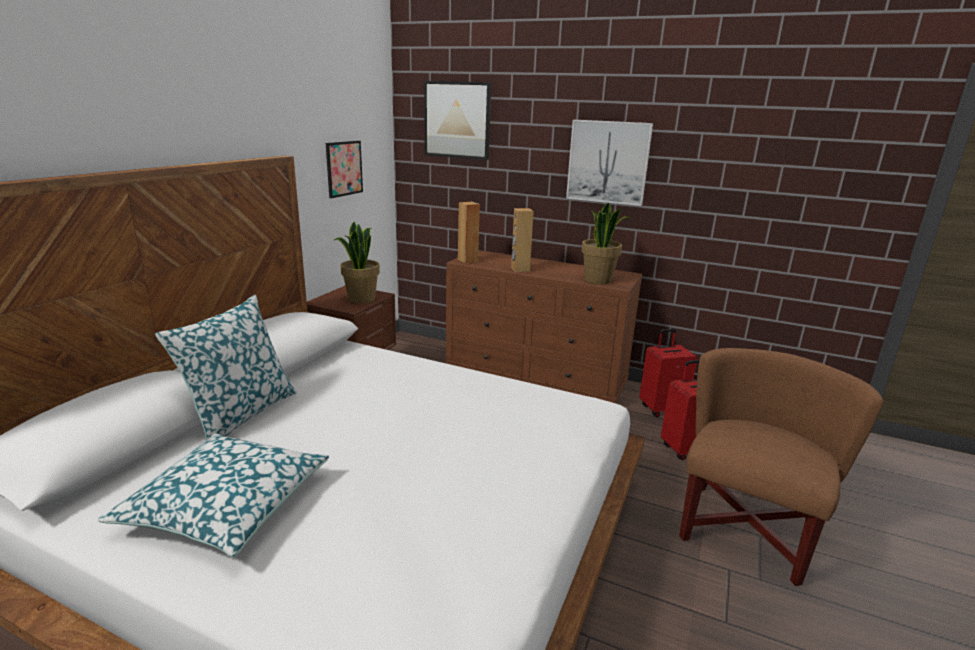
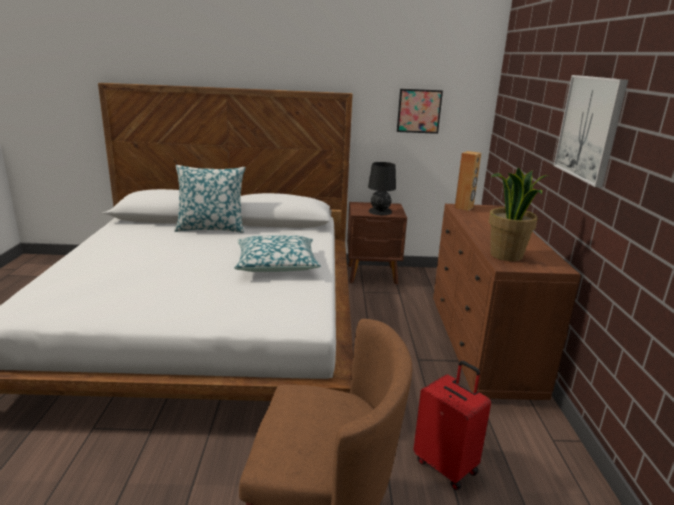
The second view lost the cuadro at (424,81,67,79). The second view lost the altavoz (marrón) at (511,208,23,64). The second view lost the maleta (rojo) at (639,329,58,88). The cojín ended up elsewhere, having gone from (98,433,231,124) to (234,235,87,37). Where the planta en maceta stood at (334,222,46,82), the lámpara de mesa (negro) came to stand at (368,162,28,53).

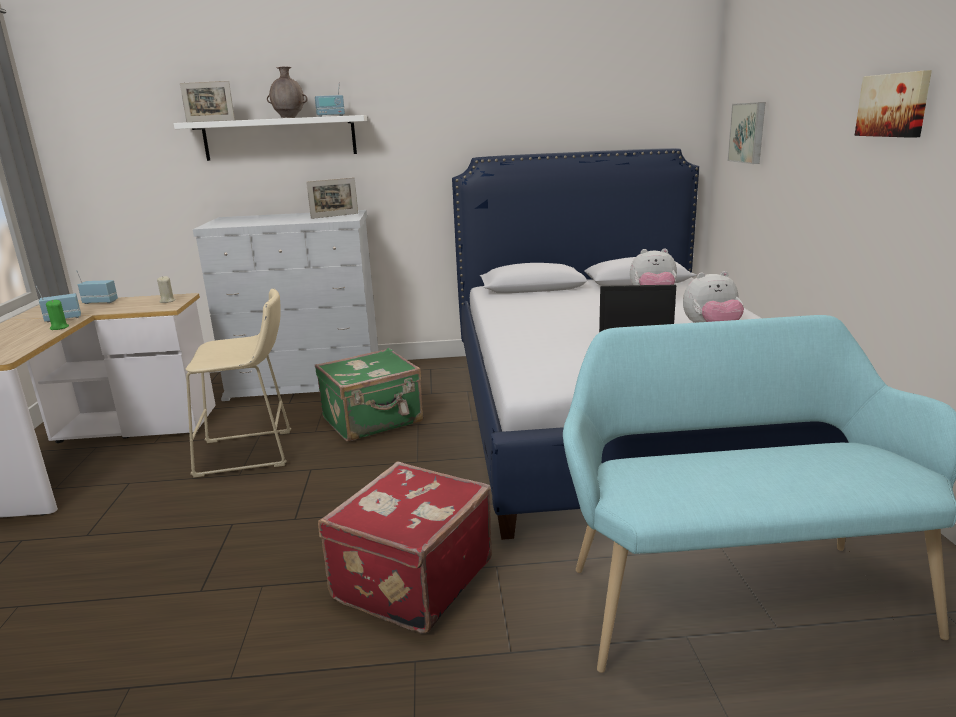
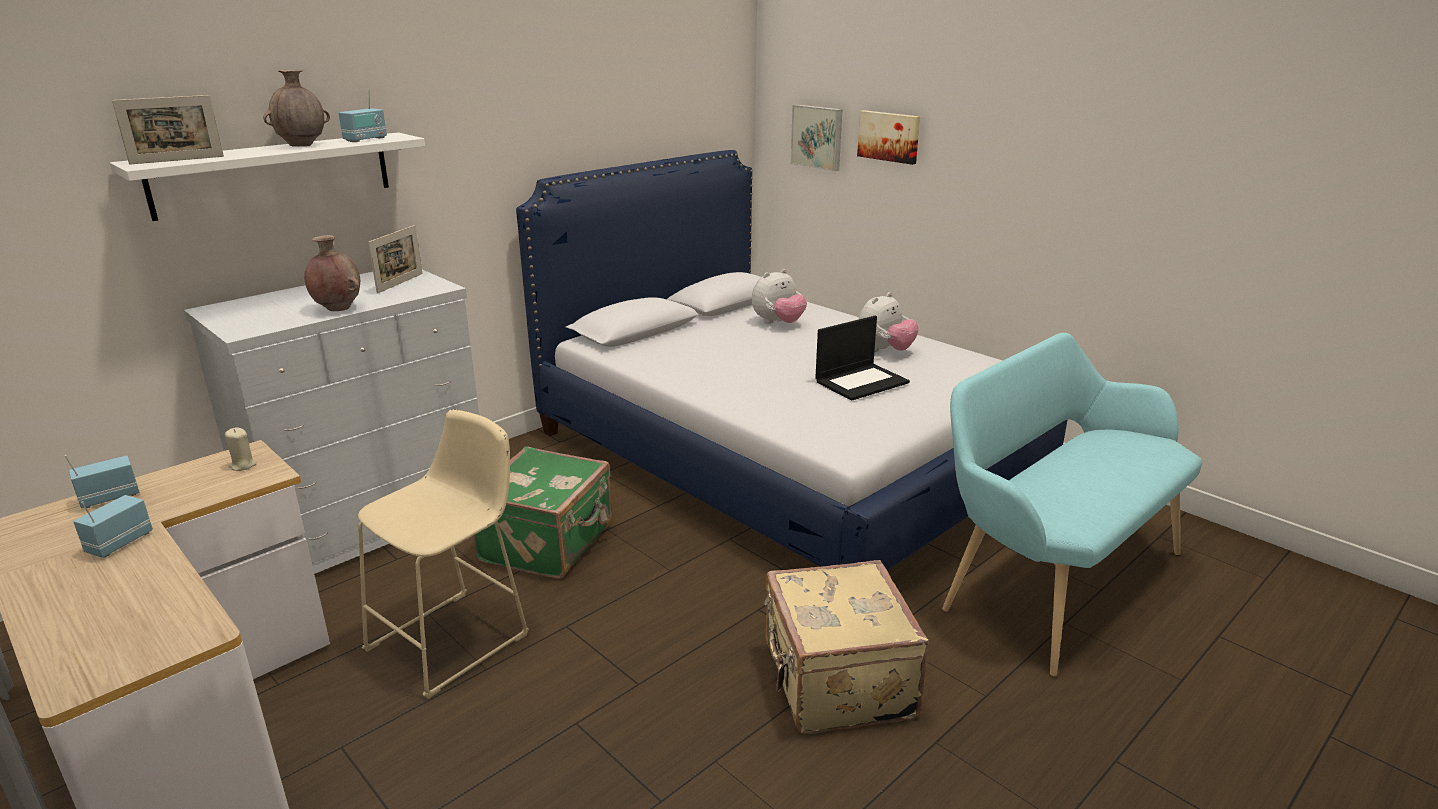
The second view lost the vela (verde) at (46,300,23,30). The second view gained the florero (marrón) at (304,235,56,76). The cuadro ended up elsewhere, having gone from (855,70,77,68) to (857,110,63,55). What was the maleta (rojo) at (318,462,174,172) turned into the maleta (beis) at (764,560,165,174).

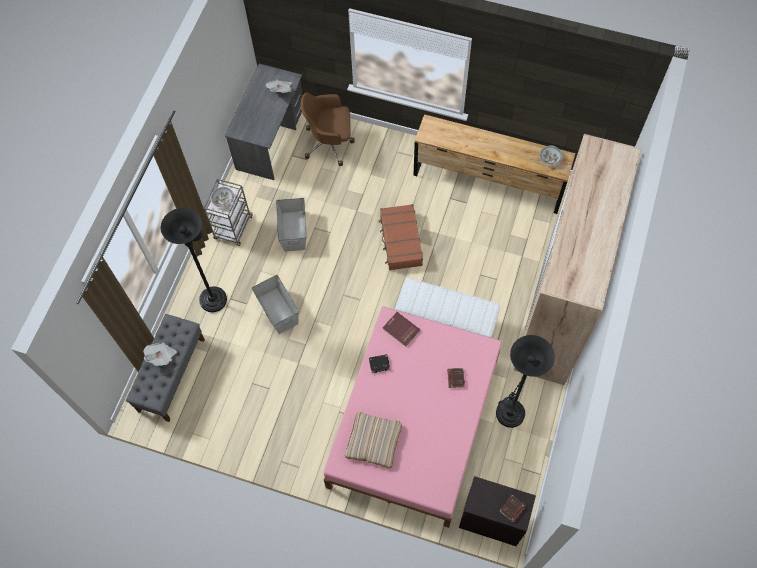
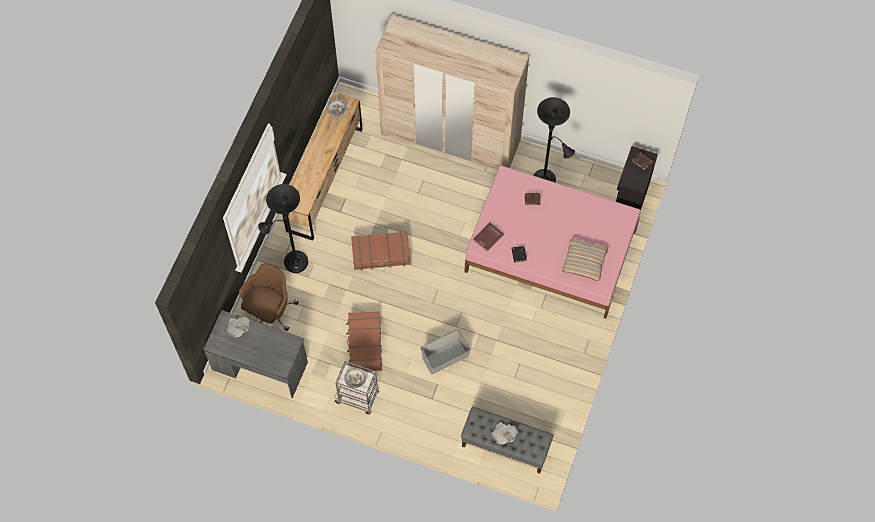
The second view lost the puf (blanco) at (395,278,105,60). The lámpara de pie (negro) ended up elsewhere, having gone from (161,208,66,104) to (258,184,50,89). Where the caja de almacenaje (gris) stood at (276,198,31,54), the maleta (marrón) came to stand at (346,311,36,60). The silla de oficina (marrón) at (300,92,55,74) ended up facing another way, 150 degrees counterclockwise from before.

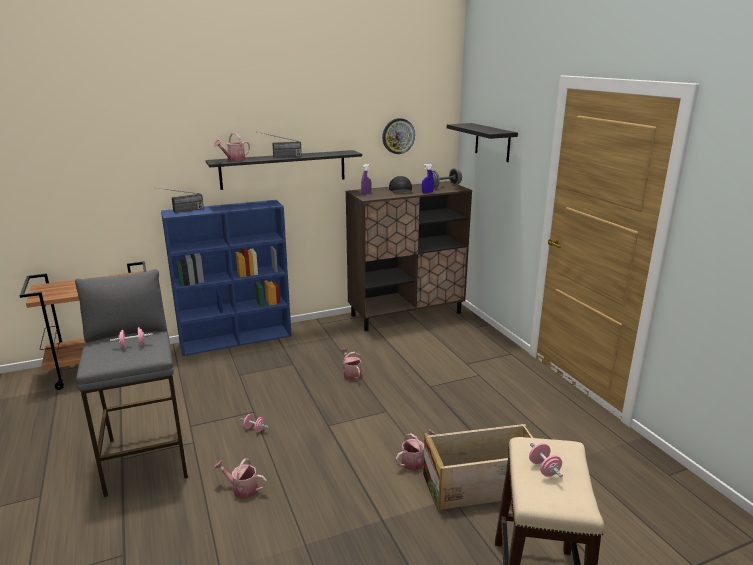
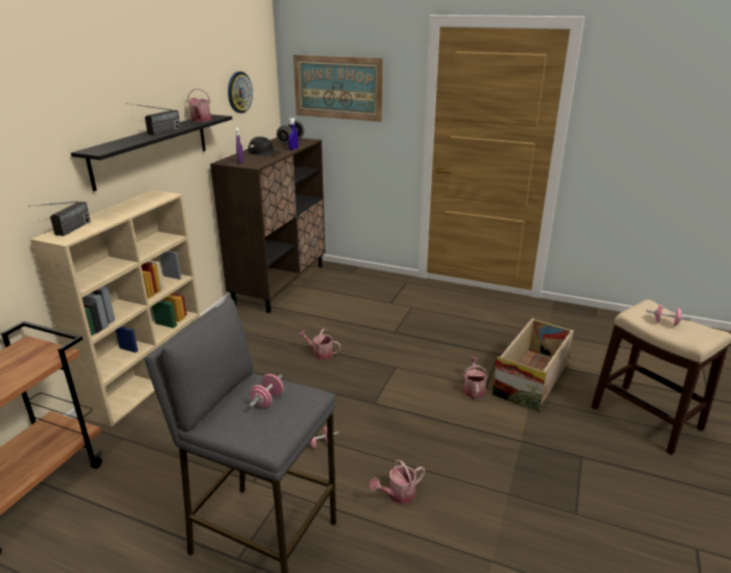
The regadera ended up elsewhere, having gone from (214,133,36,28) to (187,89,25,33). Where the estante (negro) hung at (447,123,71,39), the cuadro came to hang at (293,55,90,67). What was the estantería (azul) at (161,200,131,156) turned into the estantería (beis) at (30,190,170,237).

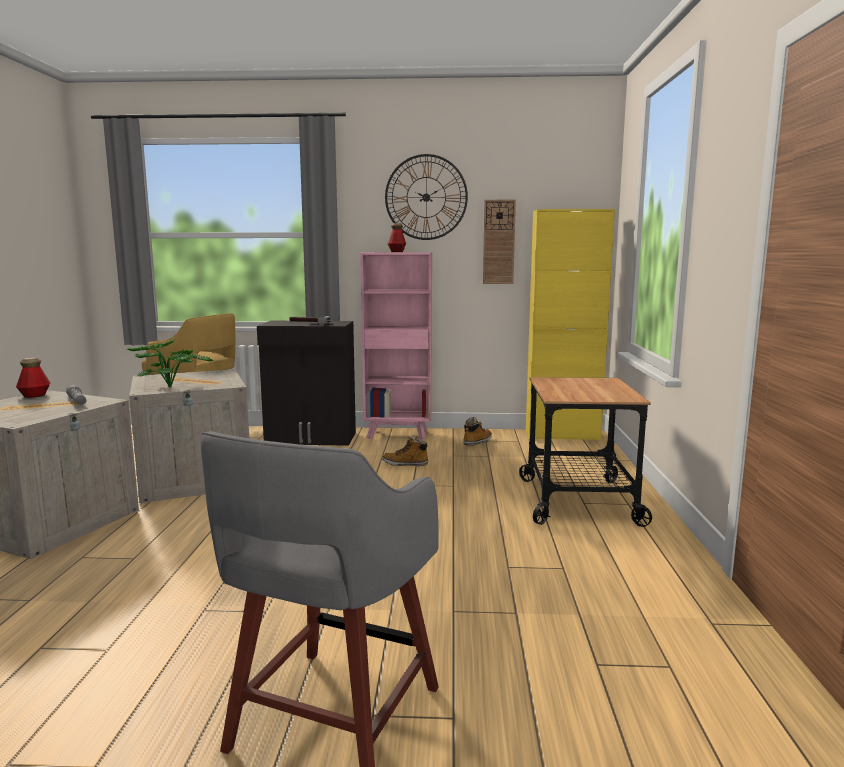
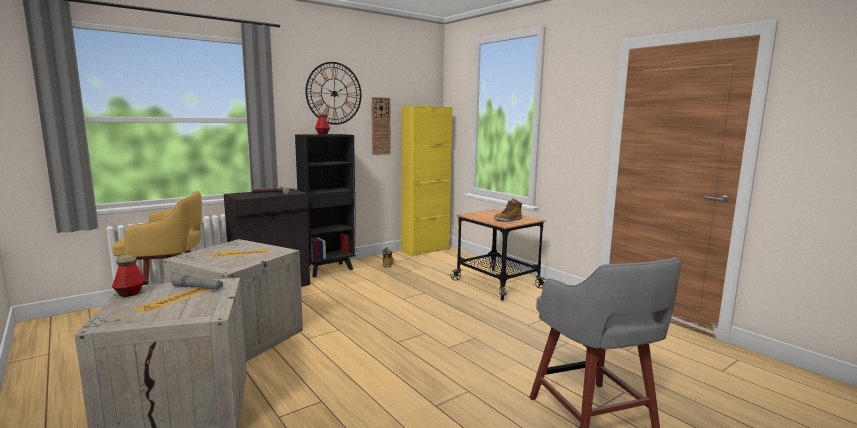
The second view lost the planta en maceta at (126,340,88,47). The bota ended up elsewhere, having gone from (382,435,47,31) to (494,198,28,24). What was the estantería (rosa) at (360,252,72,188) turned into the estantería (negro) at (295,134,61,143).

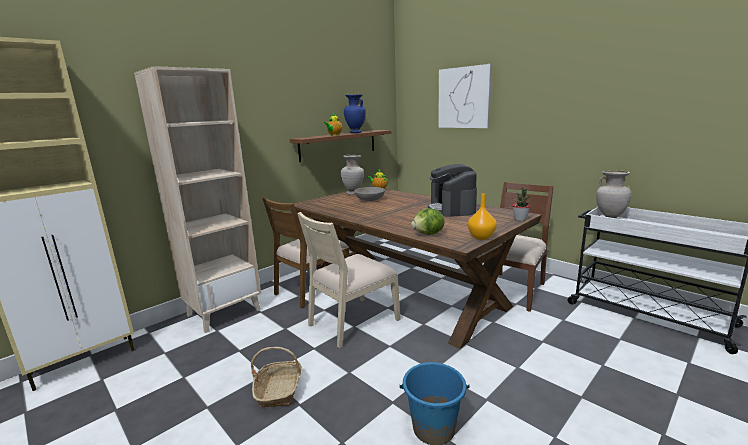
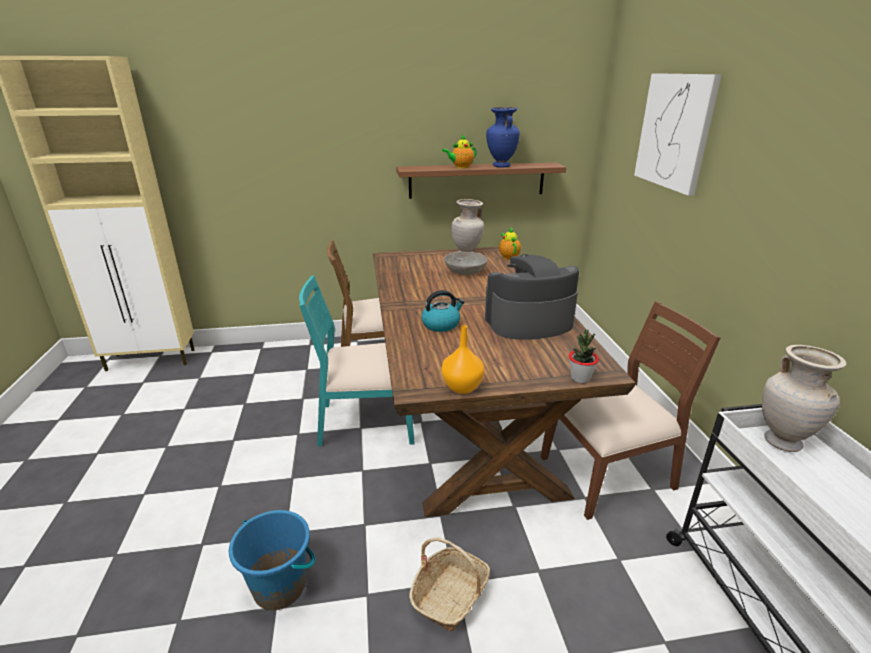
The second view lost the estantería (beis) at (134,66,127,267). The second view lost the lechuga at (411,208,33,27). The second view gained the hervidor at (421,290,43,42). The cesta ended up elsewhere, having gone from (251,347,50,60) to (409,537,81,95). What was the silla (beis) at (297,212,104,136) turned into the silla (turquesa) at (299,275,116,171). The cafetera at (428,164,49,53) ended up facing another way, 45 degrees clockwise from before.

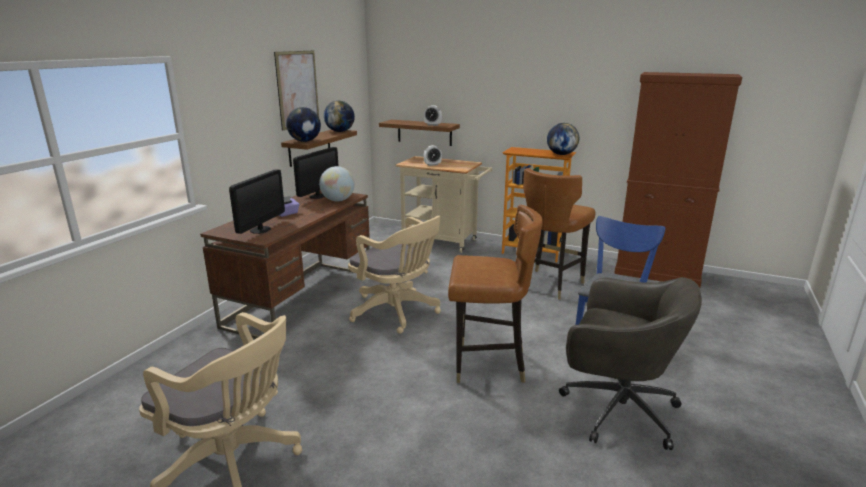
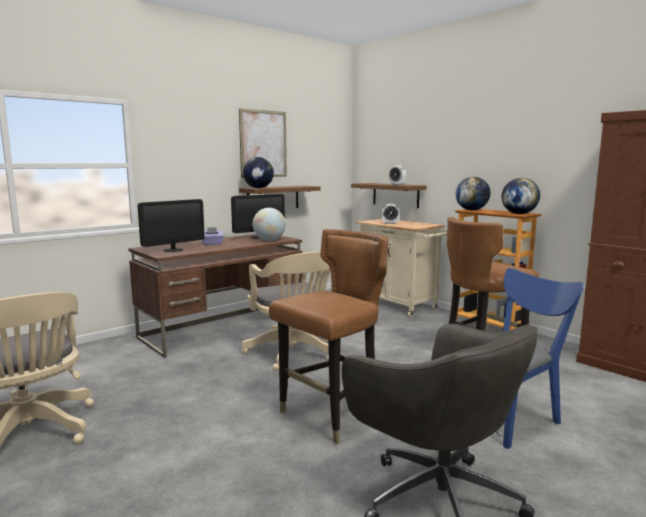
The globo terráqueo ended up elsewhere, having gone from (324,101,31,31) to (456,177,35,33). The silla (marrón) at (448,205,95,178) ended up facing another way, 75 degrees counterclockwise from before.

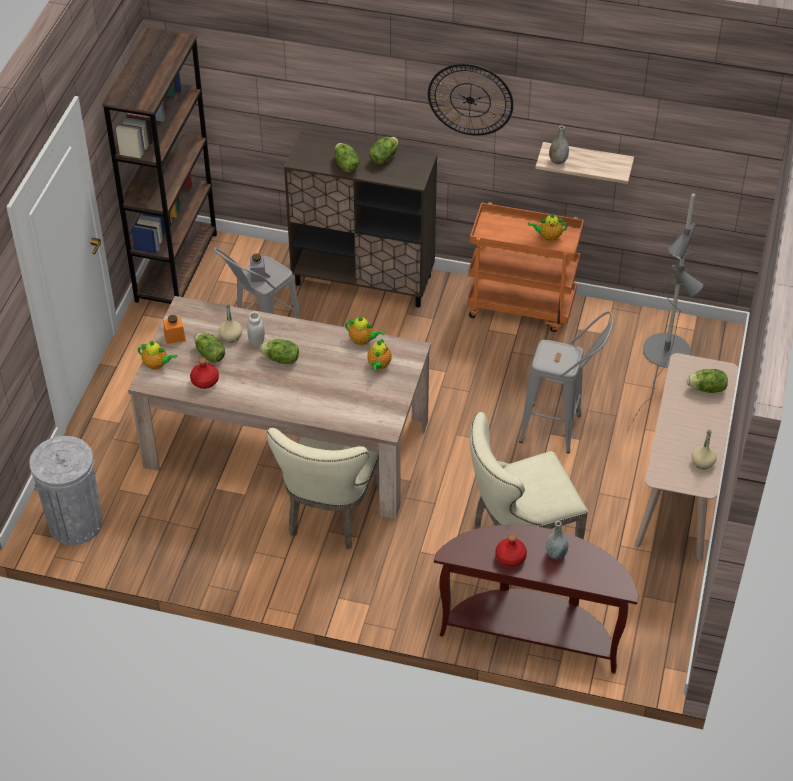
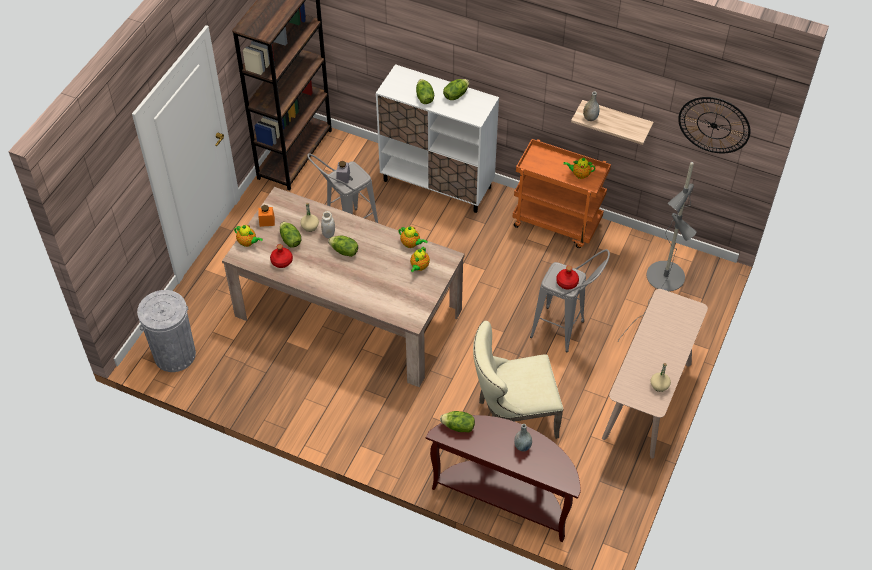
The second view lost the silla (beis) at (267,428,112,121). The reloj de pared ended up elsewhere, having gone from (428,64,85,72) to (678,97,72,57). The botella (rojo) ended up elsewhere, having gone from (496,534,31,33) to (556,266,23,24). The lechuga ended up elsewhere, having gone from (686,369,42,24) to (440,411,35,22). What was the armario (marrón) at (284,132,153,175) turned into the armario (blanco) at (376,64,123,149).

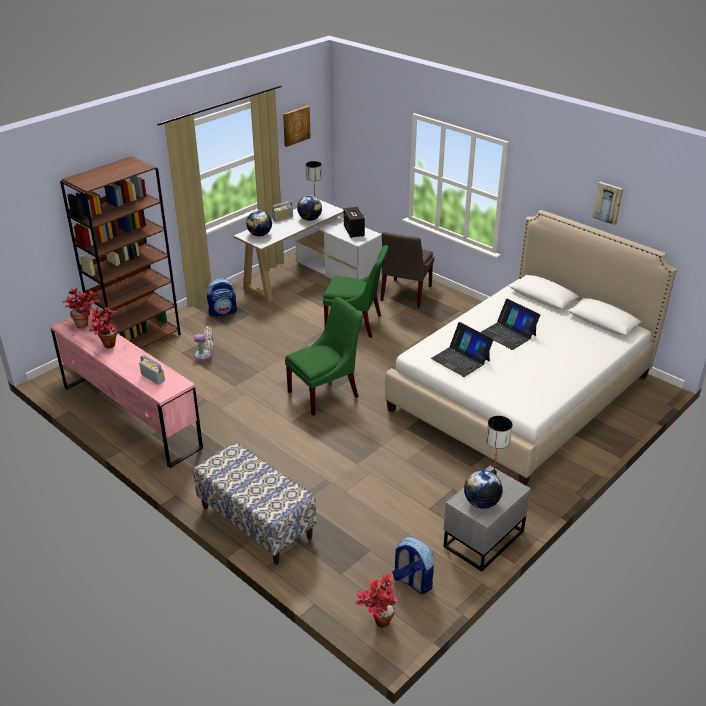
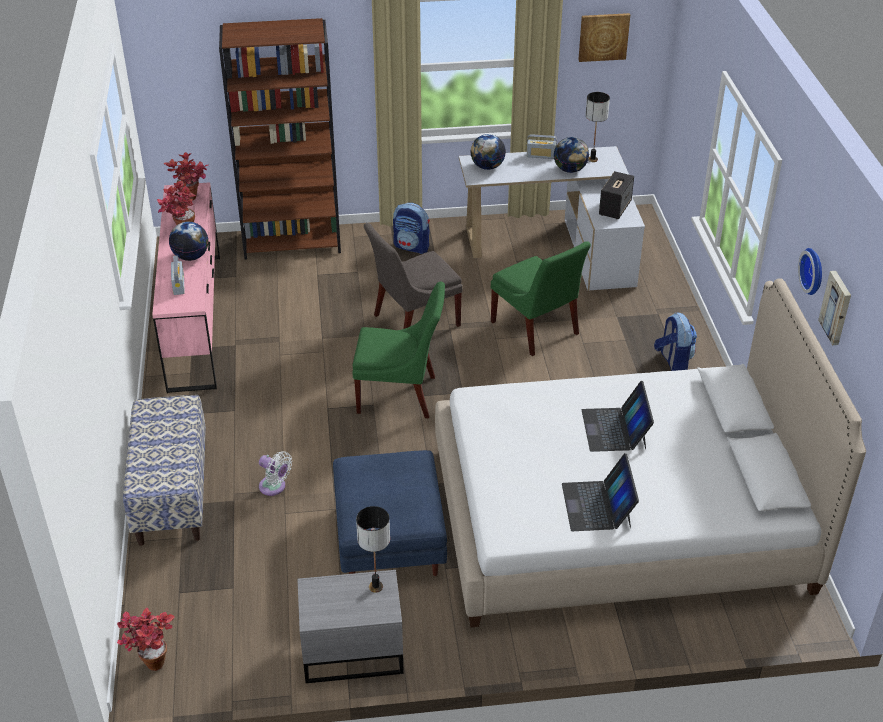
The second view gained the puf (azul) at (333,450,114,126). The second view gained the reloj de pared at (798,248,24,47). The ventilador (blanco) ended up elsewhere, having gone from (194,326,19,34) to (259,451,33,45). The silla (gris) ended up elsewhere, having gone from (380,232,54,76) to (364,223,99,106). The mochila ended up elsewhere, having gone from (392,537,42,57) to (654,313,43,58). The portátil ended up elsewhere, having gone from (431,322,63,55) to (562,453,77,78). The globo terráqueo ended up elsewhere, having gone from (464,470,38,39) to (169,222,40,39).

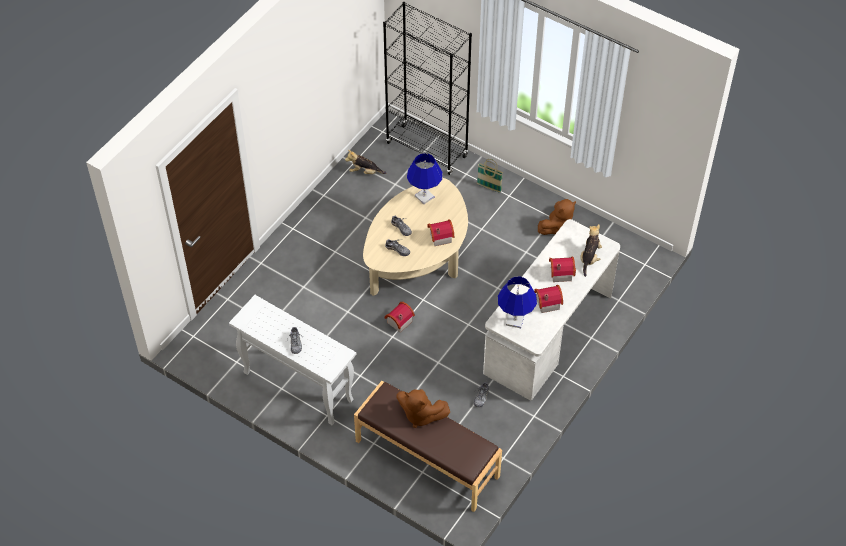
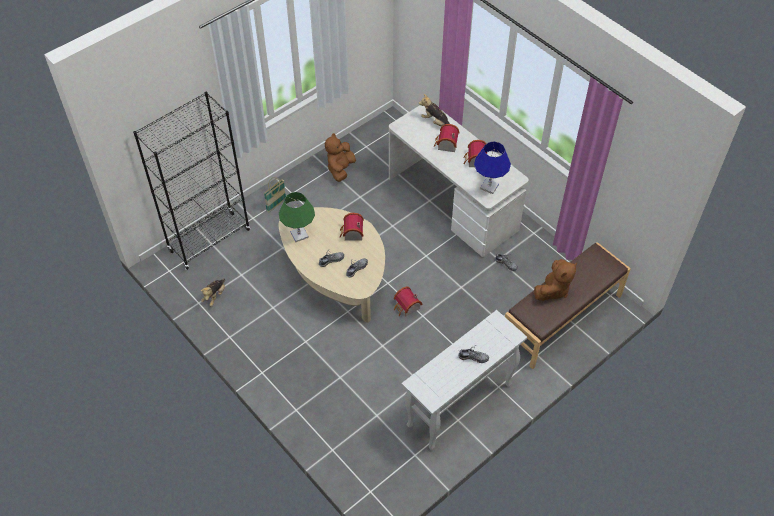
What was the lámpara de mesa (azul) at (407,153,36,51) turned into the lámpara de mesa (verde) at (279,192,36,50). The peluche (marrón) at (538,199,38,36) ended up facing another way, 135 degrees counterclockwise from before.

